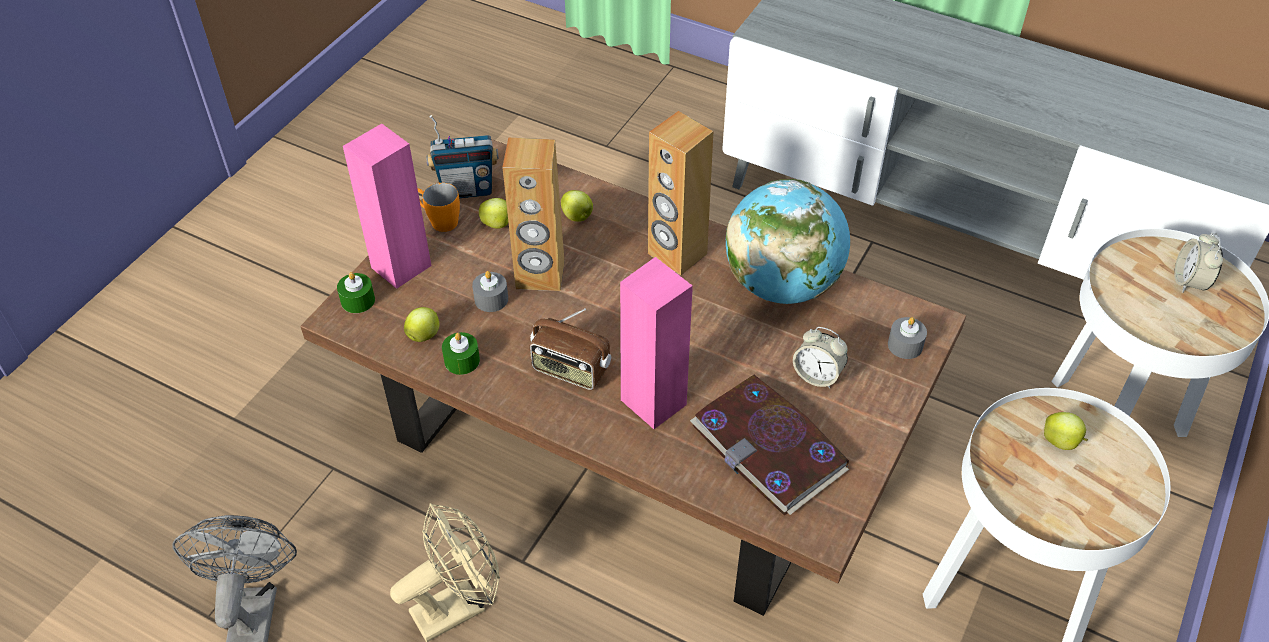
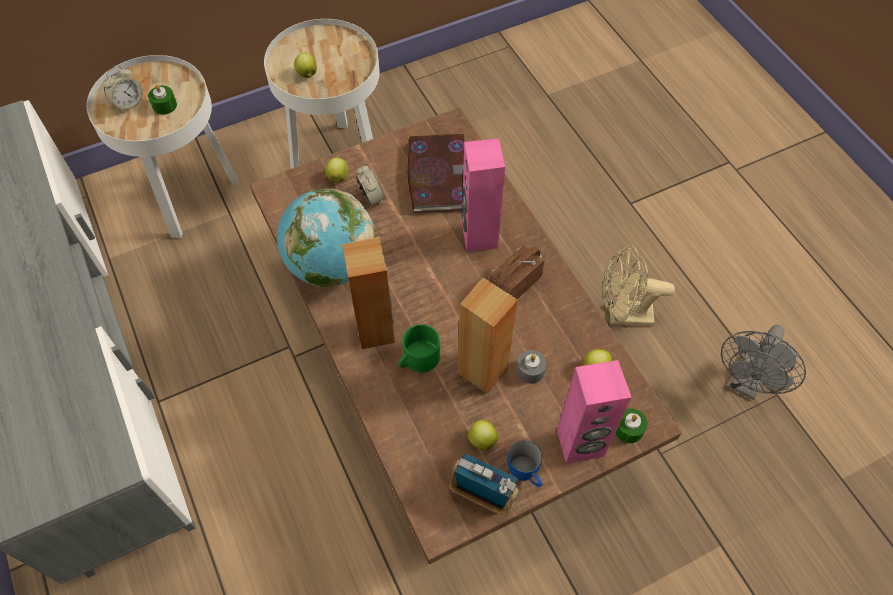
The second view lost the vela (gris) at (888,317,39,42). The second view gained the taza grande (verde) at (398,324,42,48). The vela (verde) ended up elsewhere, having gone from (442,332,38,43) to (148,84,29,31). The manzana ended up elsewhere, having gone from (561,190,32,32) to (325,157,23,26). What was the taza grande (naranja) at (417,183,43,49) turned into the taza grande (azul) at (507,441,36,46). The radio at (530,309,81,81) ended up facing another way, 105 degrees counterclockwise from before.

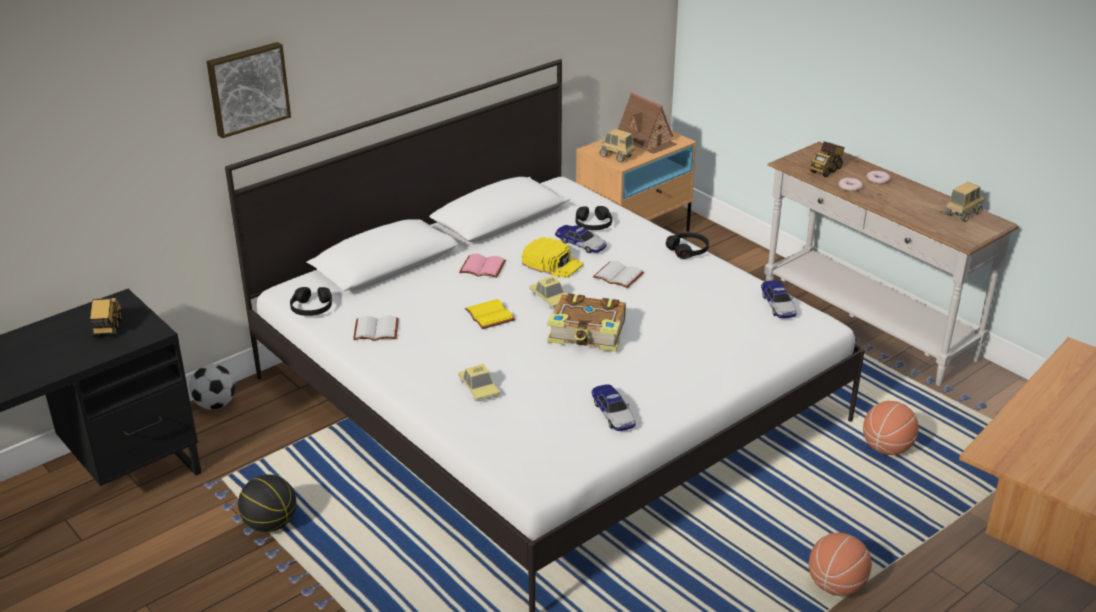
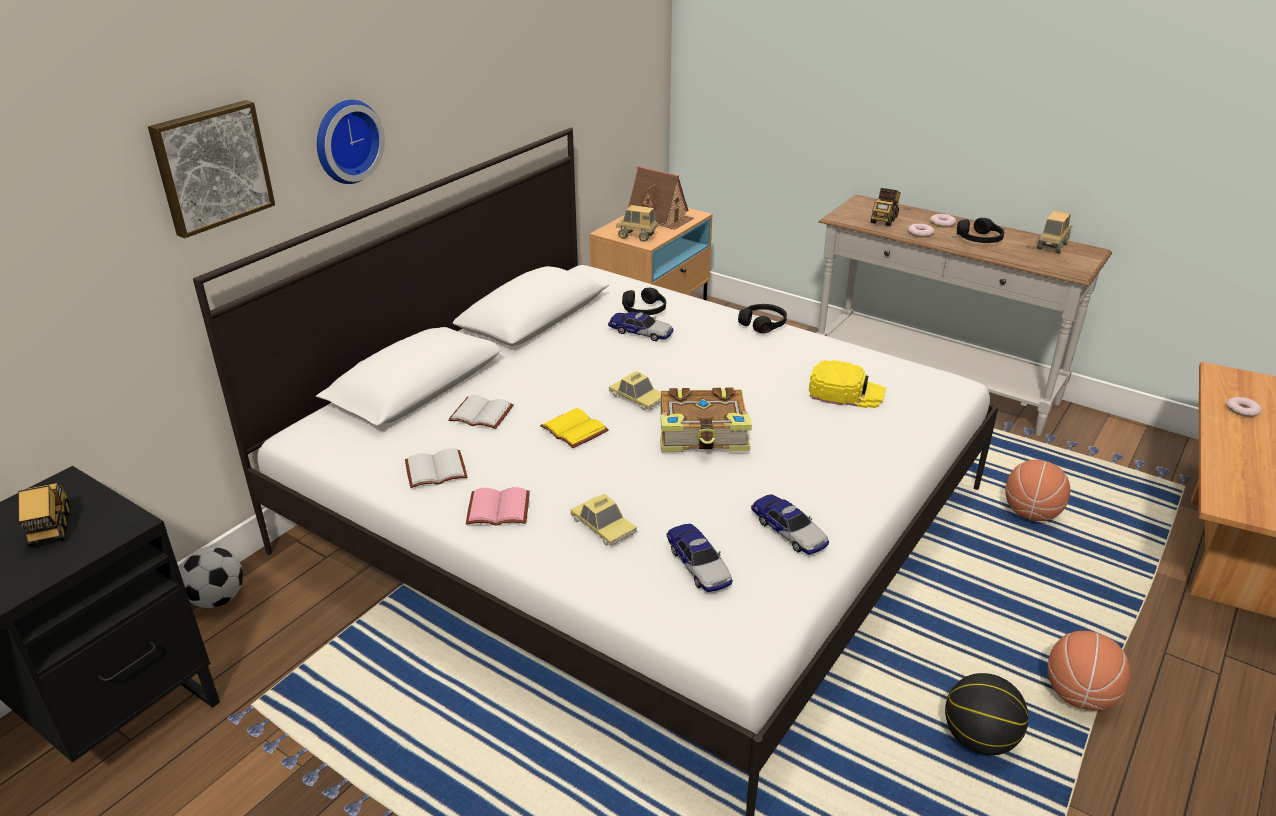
The second view gained the reloj de pared at (317,100,68,84). The second view gained the rosquilla at (1226,397,36,20). The balón de baloncesto ended up elsewhere, having gone from (238,475,58,57) to (945,673,84,82). The auriculares (negro) ended up elsewhere, having gone from (290,287,42,29) to (957,218,47,25). The libro (rosa) ended up elsewhere, having gone from (459,254,47,24) to (466,487,64,39). The gorra (amarillo) ended up elsewhere, having gone from (522,237,61,41) to (809,360,77,48). The libro (blanco) ended up elsewhere, having gone from (593,261,51,27) to (448,395,66,34). The coche de juguete ended up elsewhere, having gone from (761,281,36,37) to (666,524,67,68).

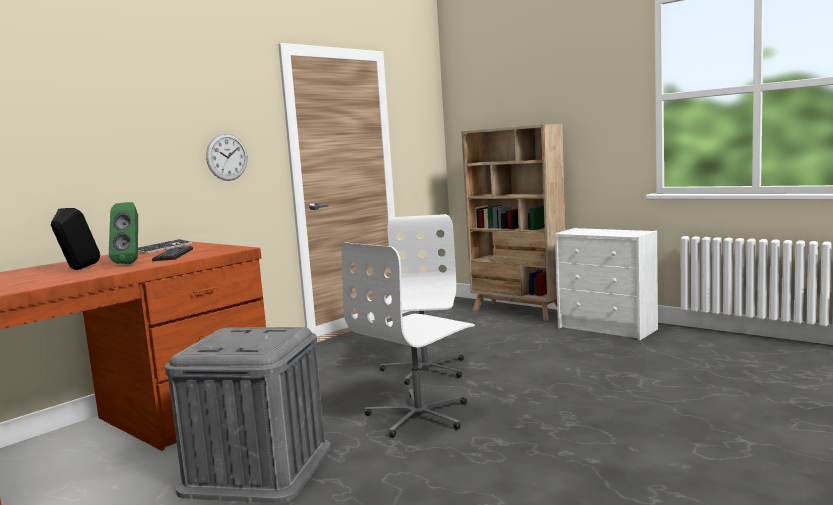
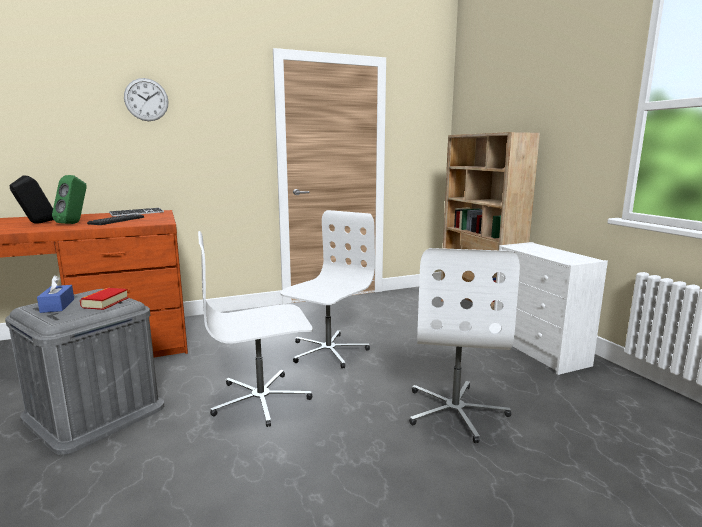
The second view gained the caja de pañuelos (azul) at (37,275,37,38). The second view gained the libro at (80,288,48,22). The second view gained the silla de oficina (blanco) at (409,248,111,195). The reloj de pared ended up elsewhere, having gone from (206,134,41,47) to (124,78,44,43).

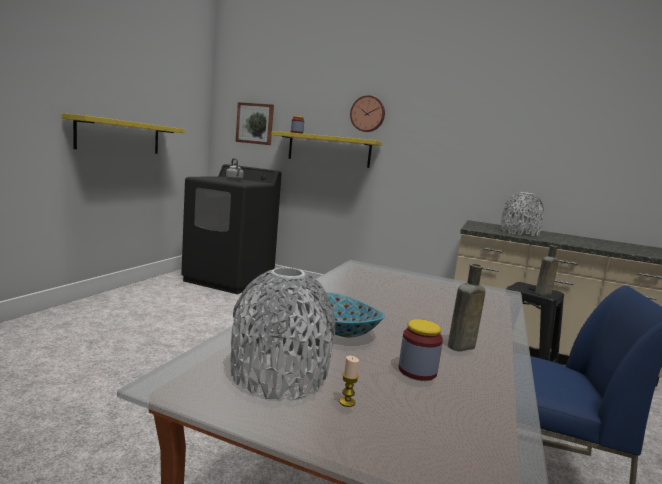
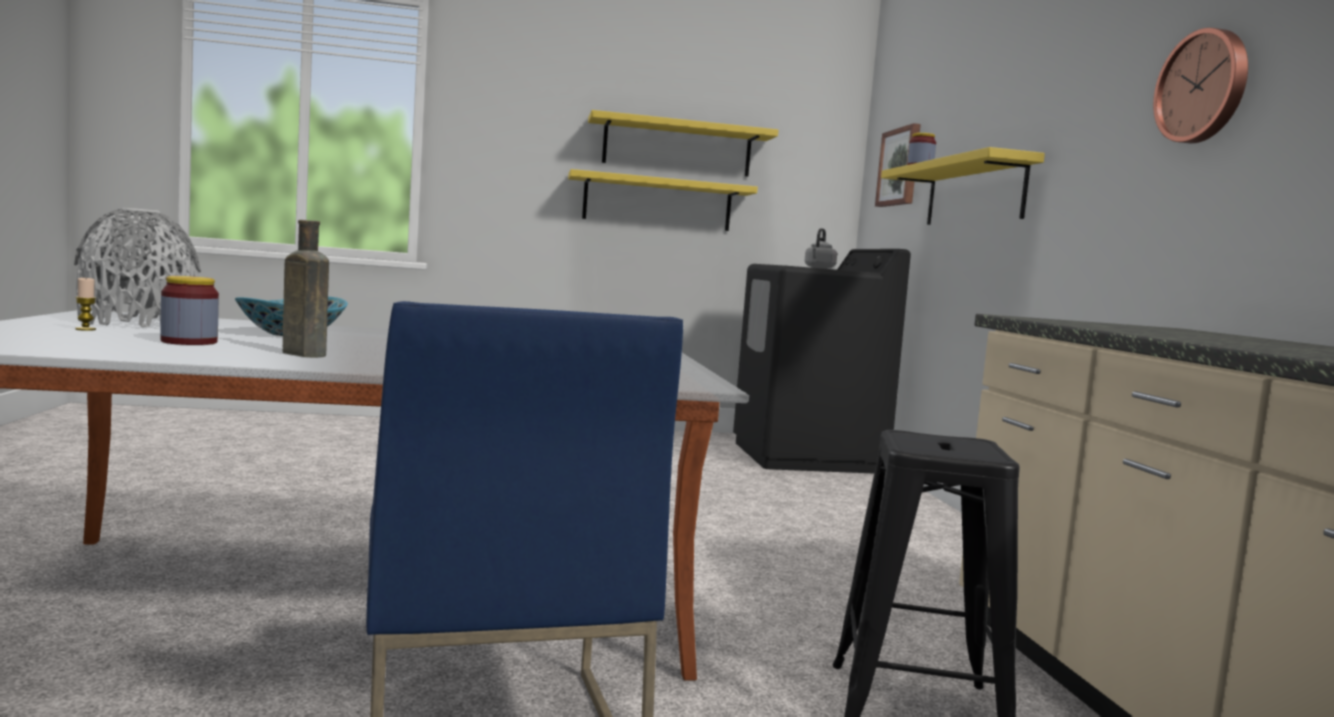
The second view lost the florero (gris) at (500,192,44,44). The second view lost the botella (marrón) at (535,245,24,51). The second view gained the estante (amarillo) at (588,110,190,67). The reloj de pared ended up elsewhere, having gone from (350,95,35,37) to (1153,28,95,115).

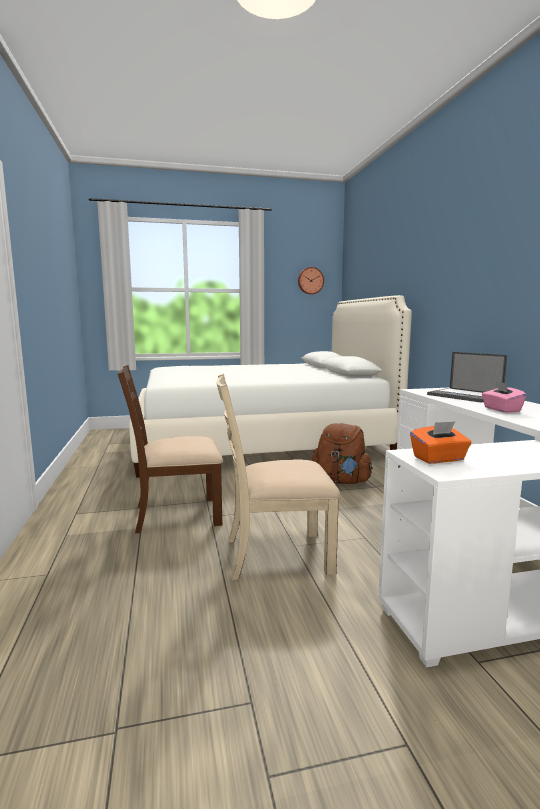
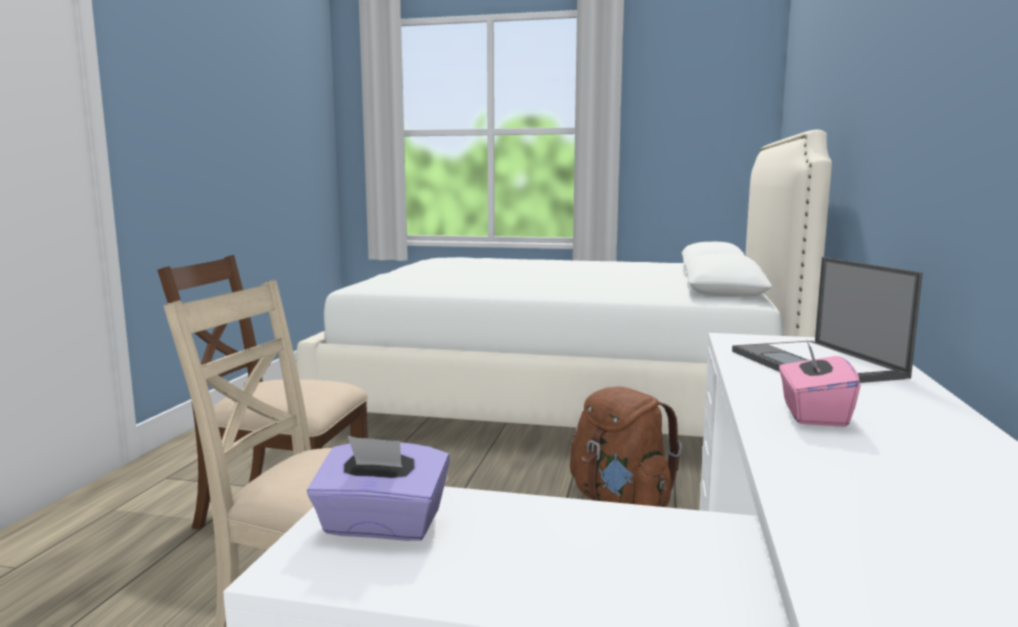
The second view lost the reloj de pared at (298,267,26,28). What was the caja de pañuelos (naranja) at (410,421,62,43) turned into the caja de pañuelos (morado) at (307,436,143,105).

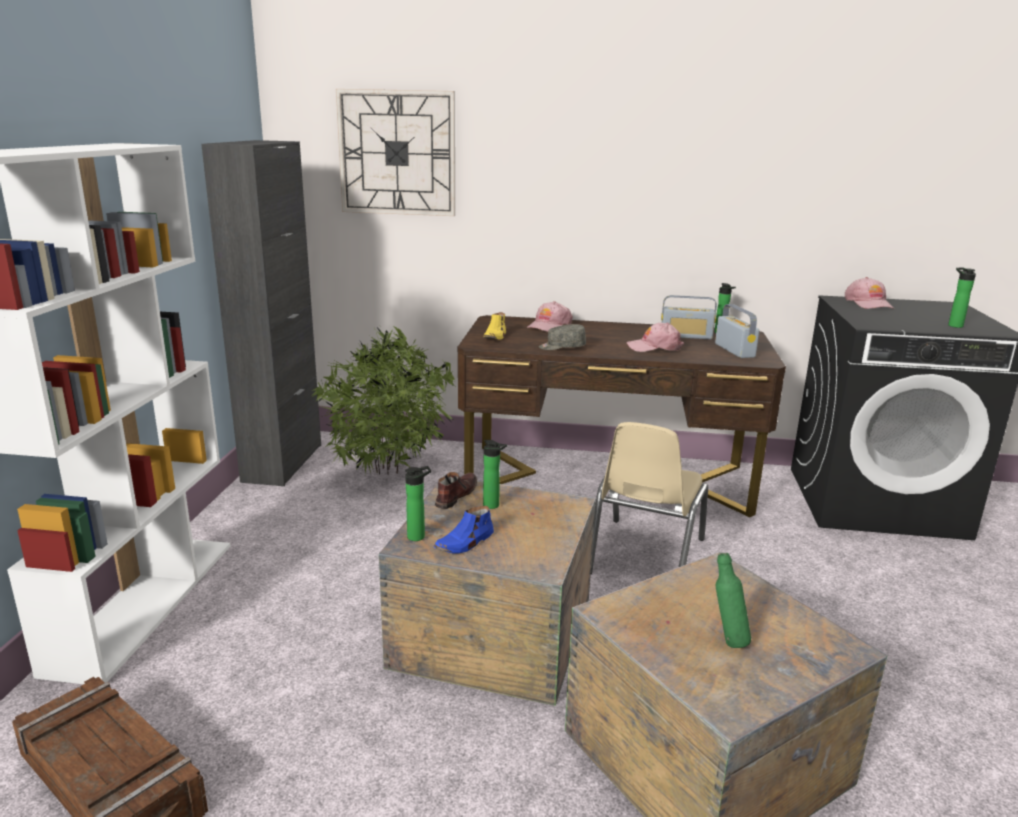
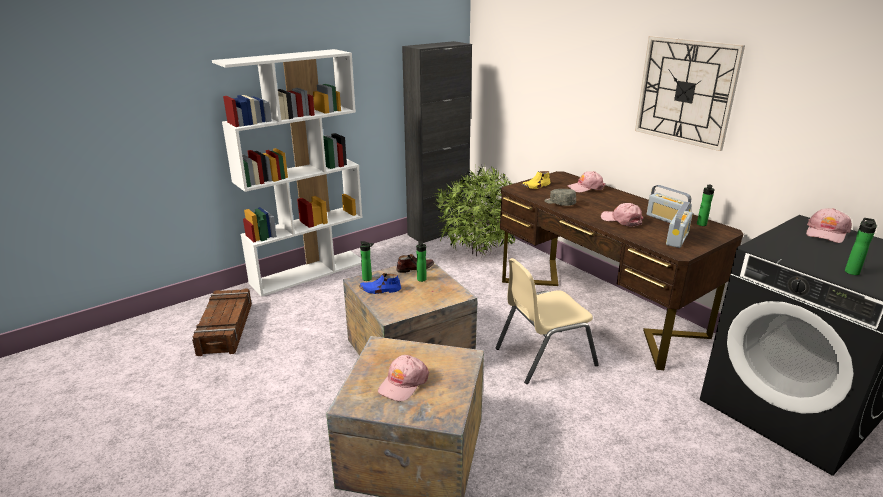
The reloj de pared ended up elsewhere, having gone from (336,89,119,127) to (635,36,110,115). Where the botella (verde) stood at (716,553,35,95), the gorra (rosa) came to stand at (378,355,51,46).

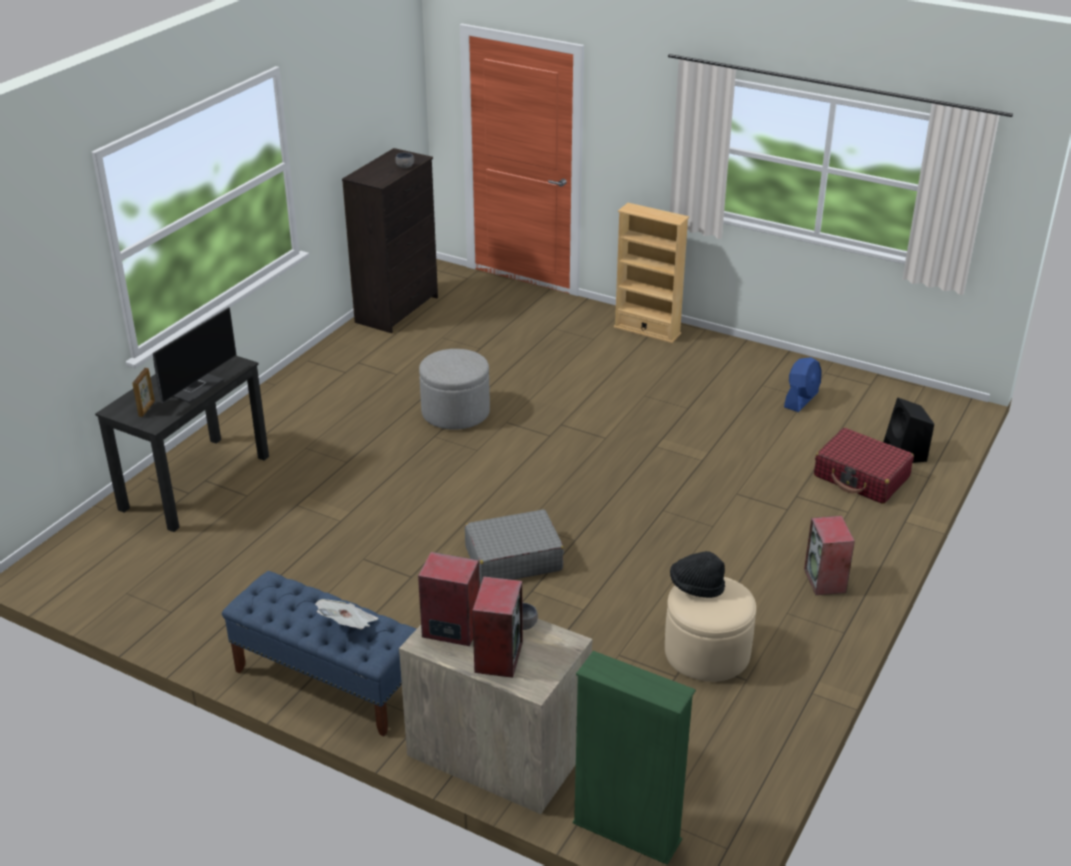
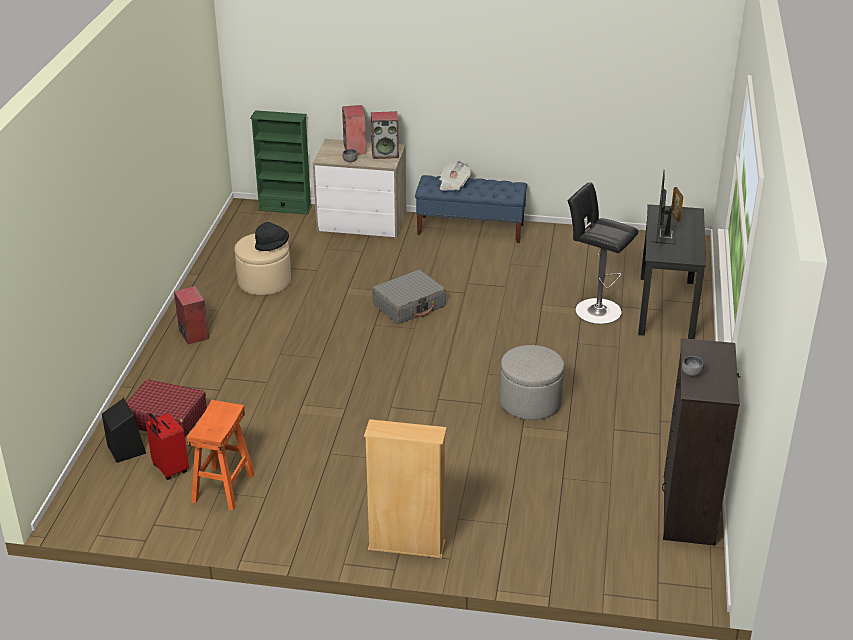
The second view gained the maleta (rojo) at (146,413,43,67). The second view gained the taburete (negro) at (568,182,70,142). Where the ventilador (azul) stood at (784,357,38,55), the taburete (naranja) came to stand at (187,400,68,110).

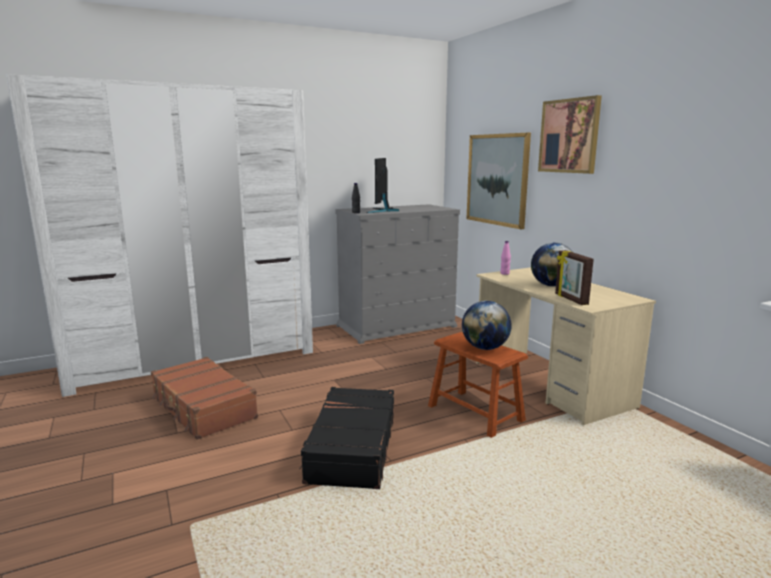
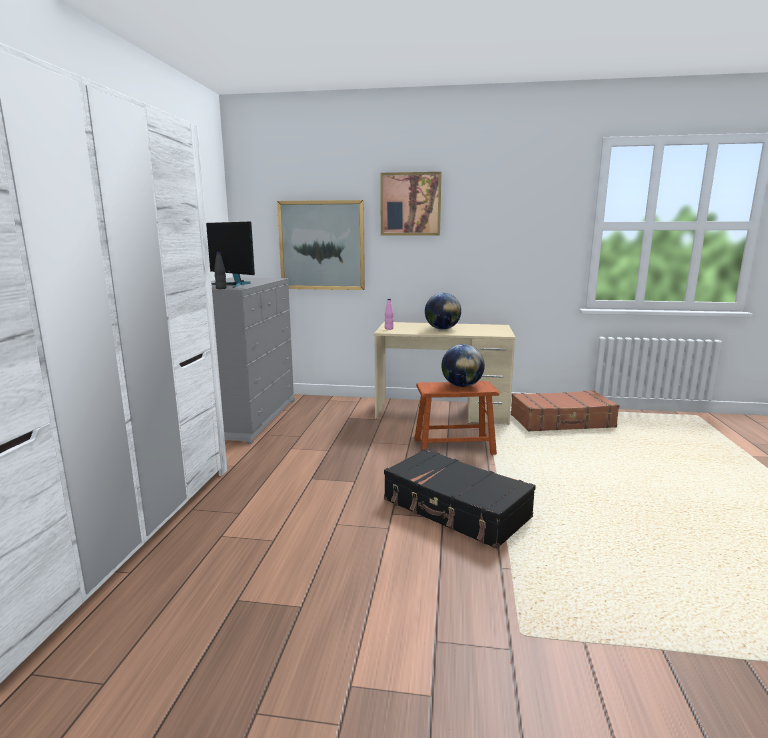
The second view lost the portarretratos at (555,250,39,55). The maleta (marrón) ended up elsewhere, having gone from (151,357,107,83) to (510,390,110,41).

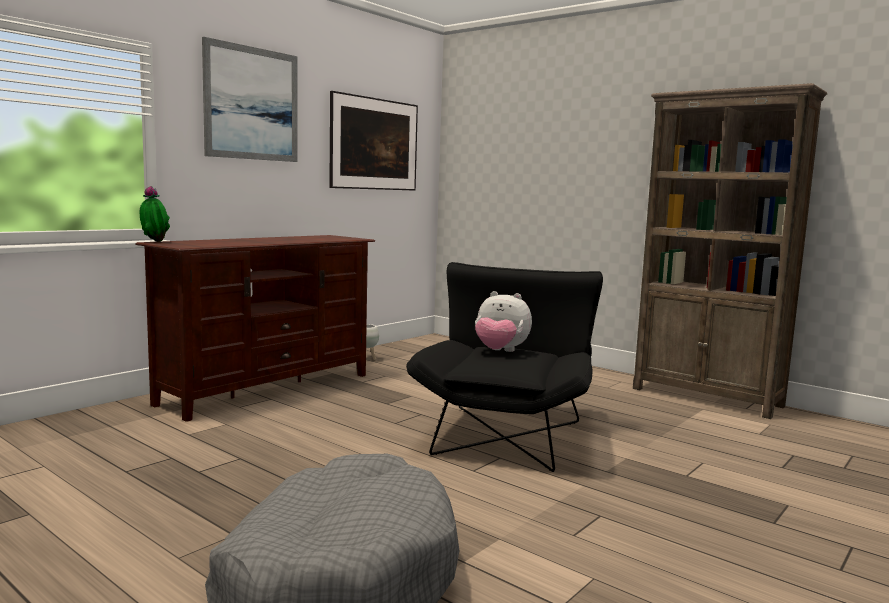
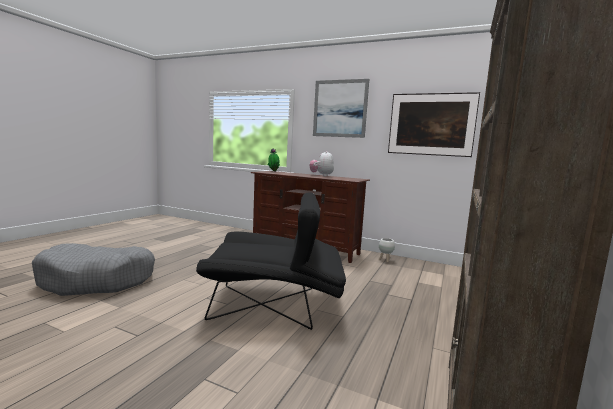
The peluche ended up elsewhere, having gone from (475,291,57,61) to (310,151,24,25).

